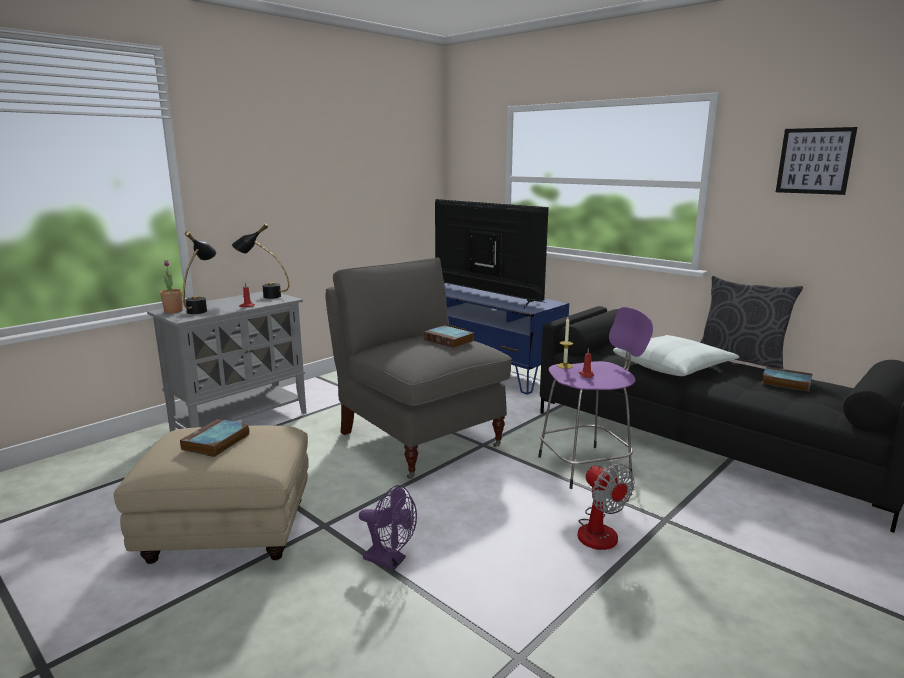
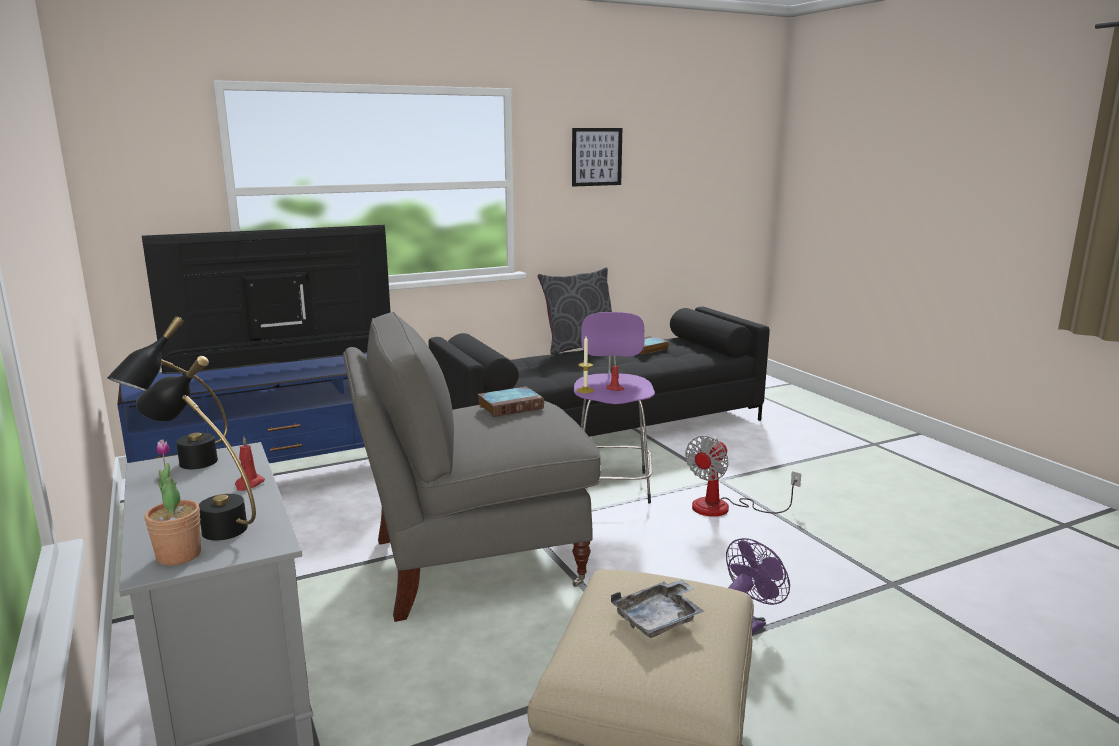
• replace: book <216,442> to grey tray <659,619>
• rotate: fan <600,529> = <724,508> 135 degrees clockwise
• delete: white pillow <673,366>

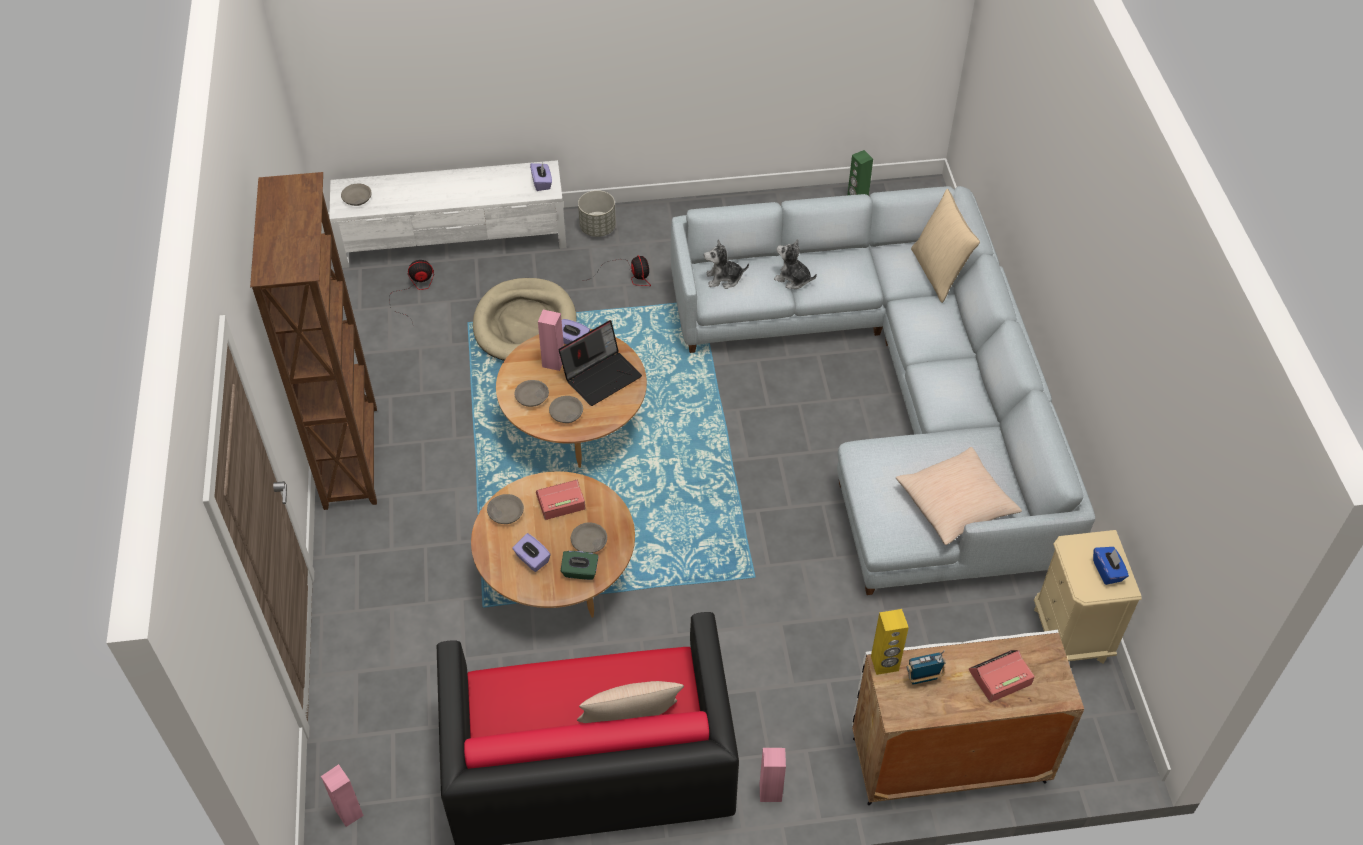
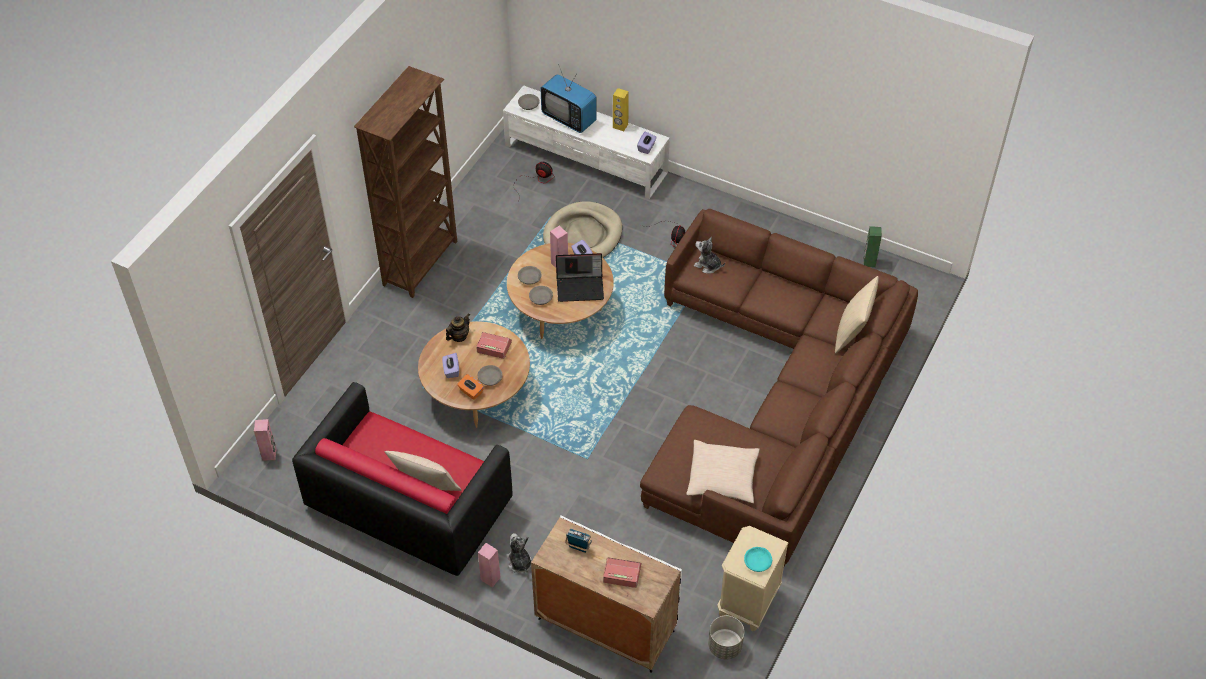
• replace: grey bowl <505,513> to teapot <459,336>
• recolor: green tissue box <580,572> to orange tissue box <471,392>
• move: grey planter <598,228> to <725,646>
• recolor: grey sofa <894,392> to brown sofa <775,398>
• move: plush toy <793,279> to <519,562>
• move: yellow speaker <884,664> to <620,126>
• replace: blue tissue box <1107,571> to turquoise bowl <758,562>
• insert: television <569,118>

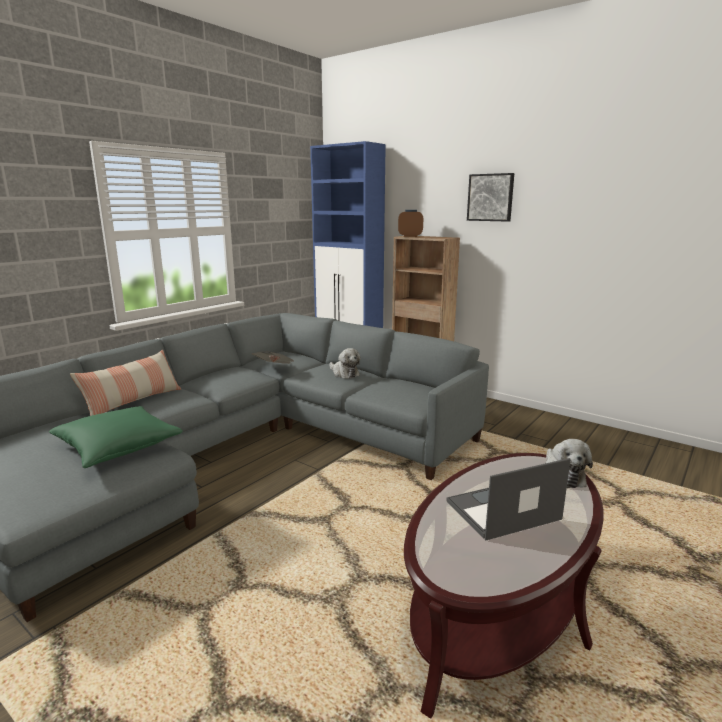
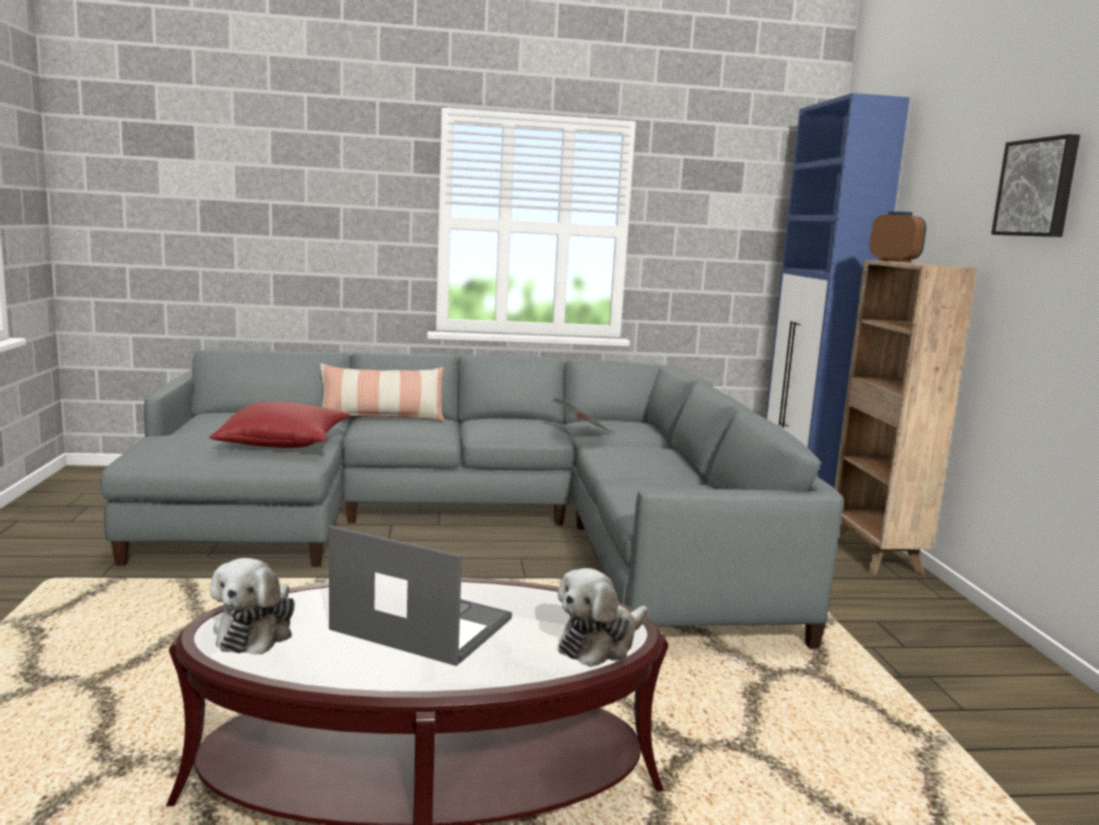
• recolor: green pillow <118,448> to red pillow <284,443>
• move: plush toy <344,373> to <257,631>

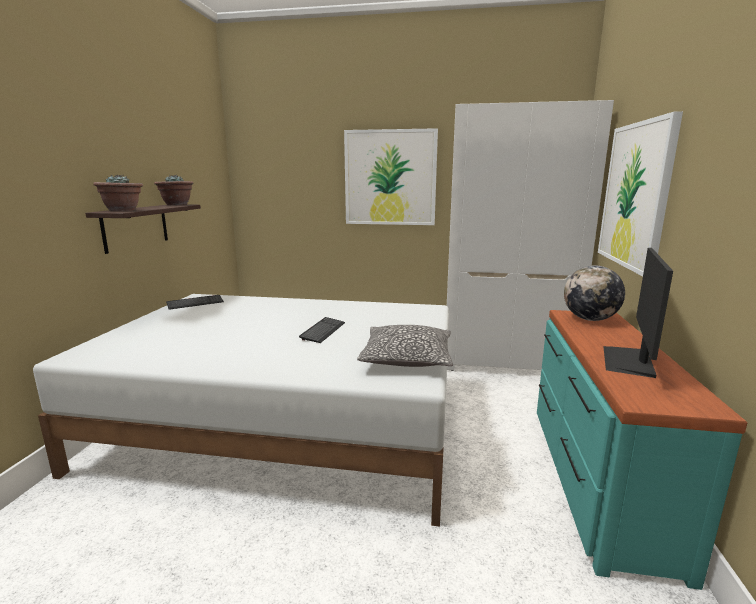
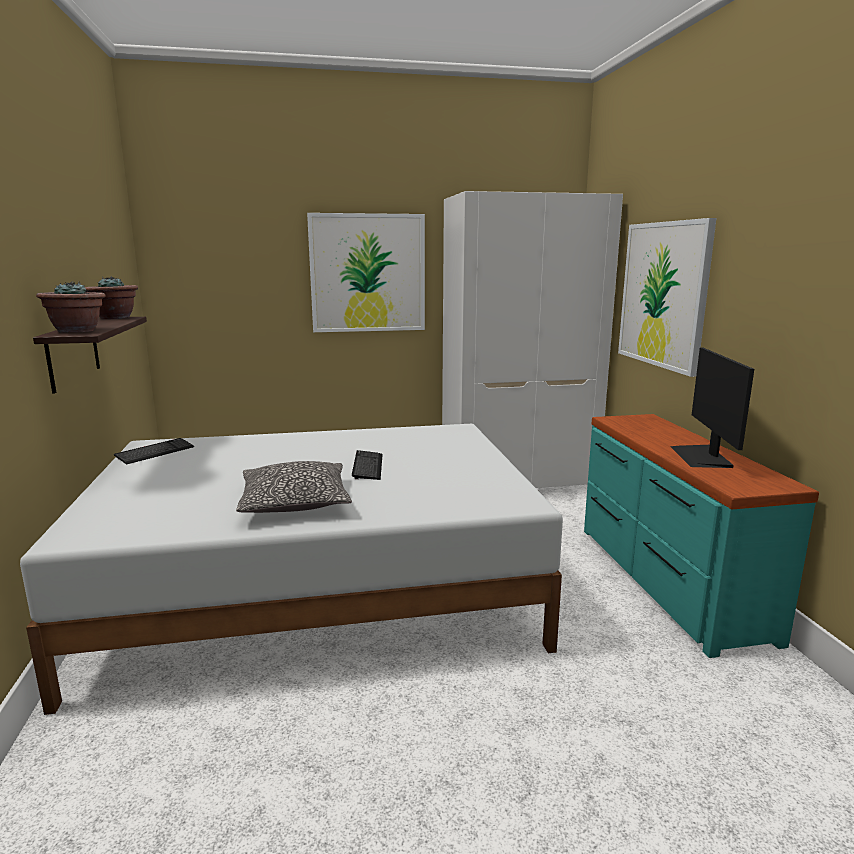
• move: pillow <407,358> to <295,502>
• delete: globe <590,319>

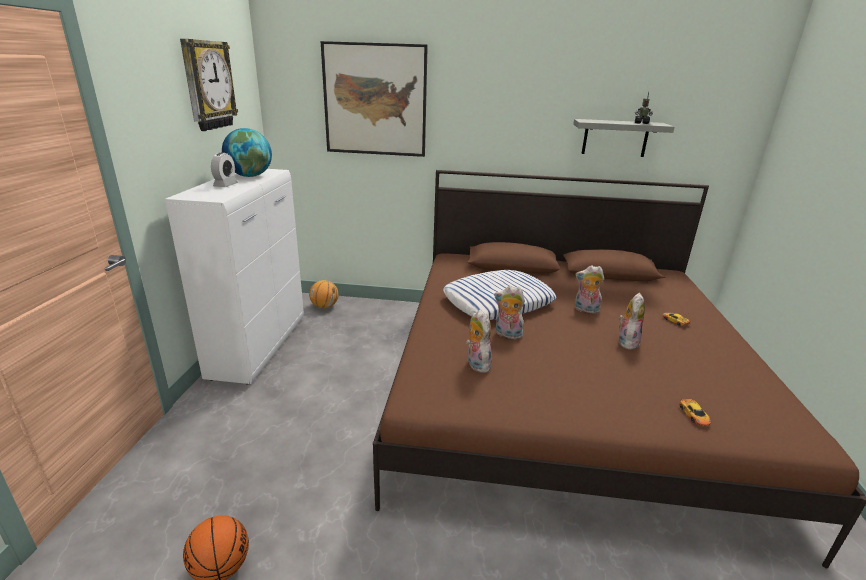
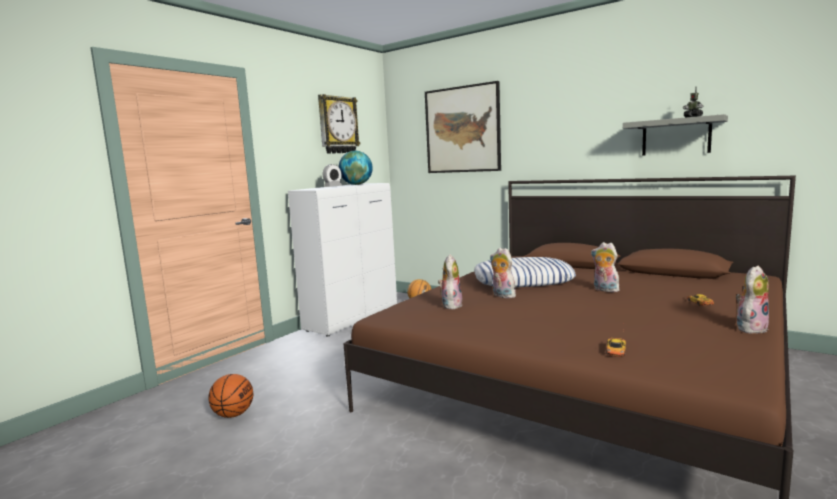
• move: plush toy <626,341> to <750,328>

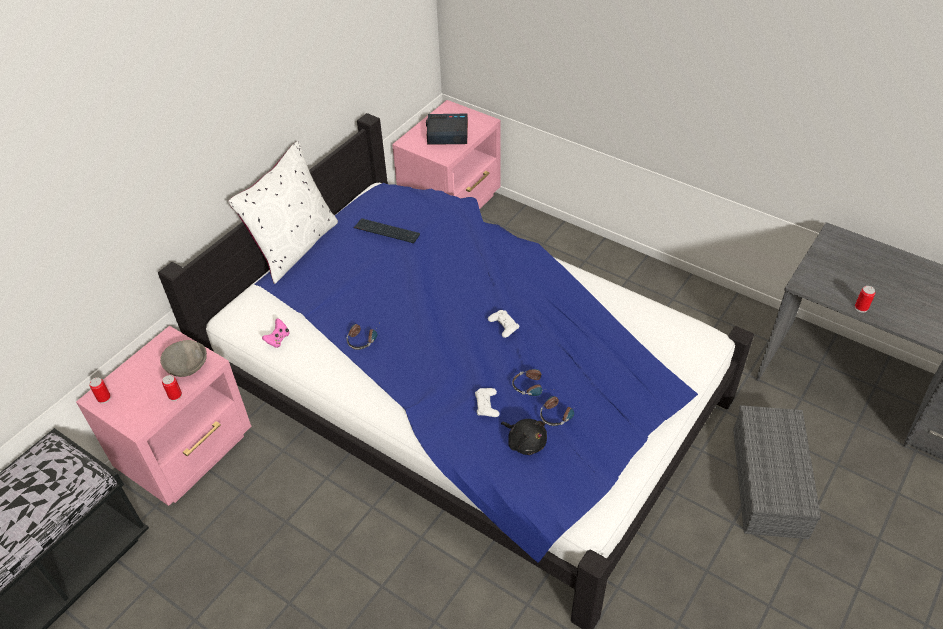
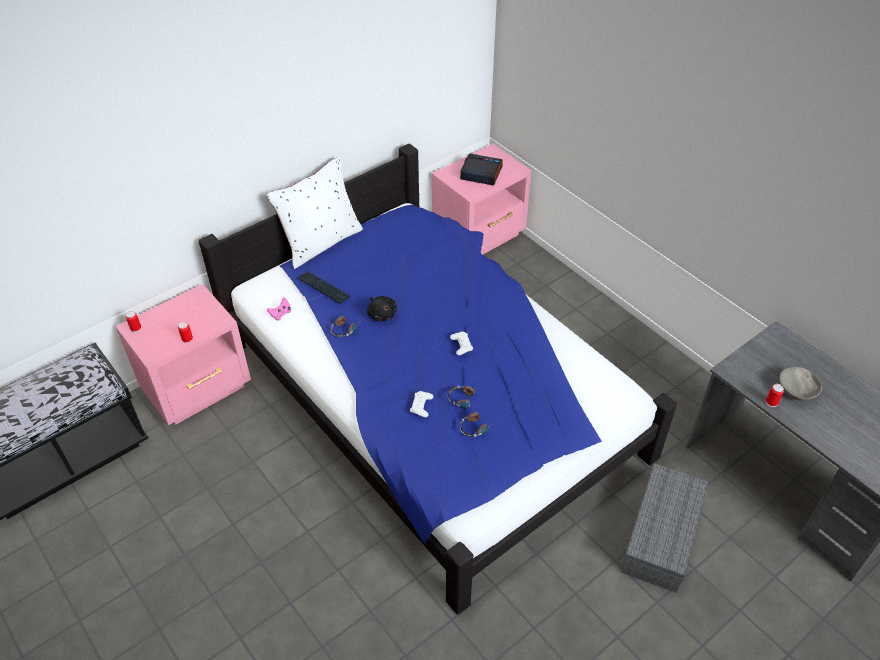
• move: grey bowl <187,366> to <795,391>
• move: keyboard <387,232> to <323,288>
• move: black plush toy <525,442> to <381,314>

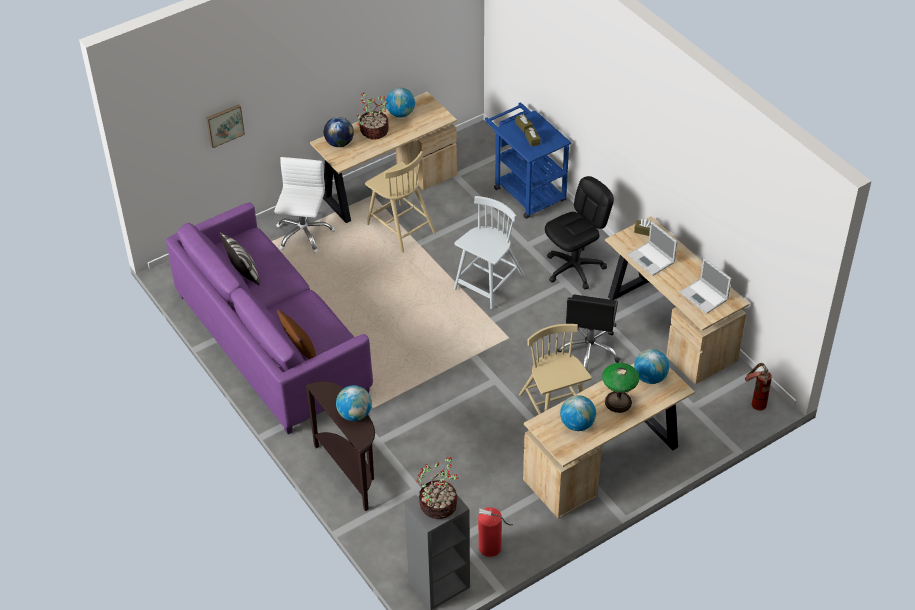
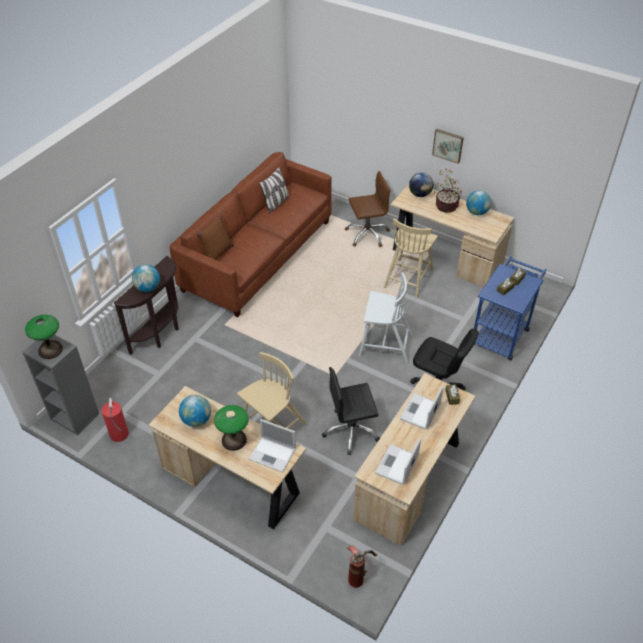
• recolor: purple sofa <271,343> to brown sofa <258,255>
• move: picture <224,125> to <448,145>
• recolor: white office chair <303,234> to brown office chair <367,234>
• replace: potted plant <439,505> to table lamp <50,350>
• replace: globe <650,378> to laptop <273,454>

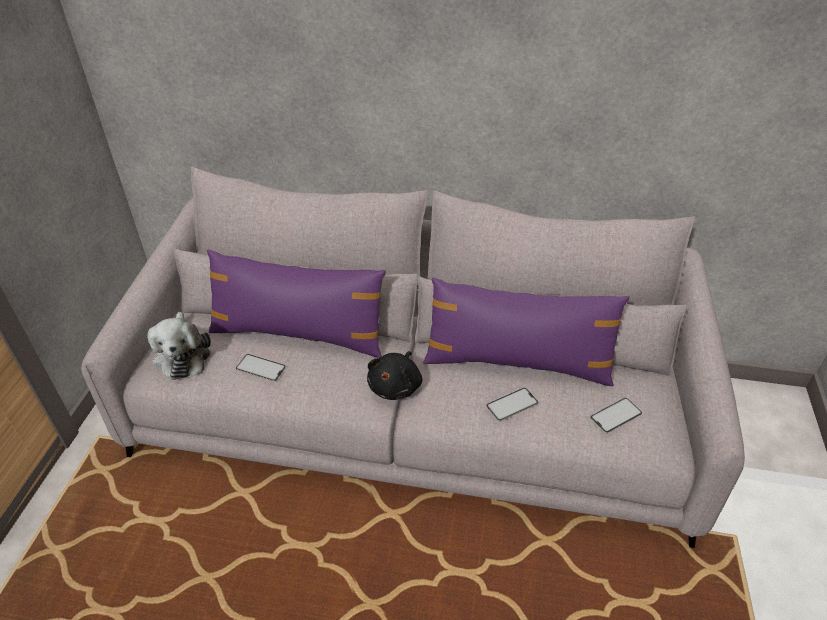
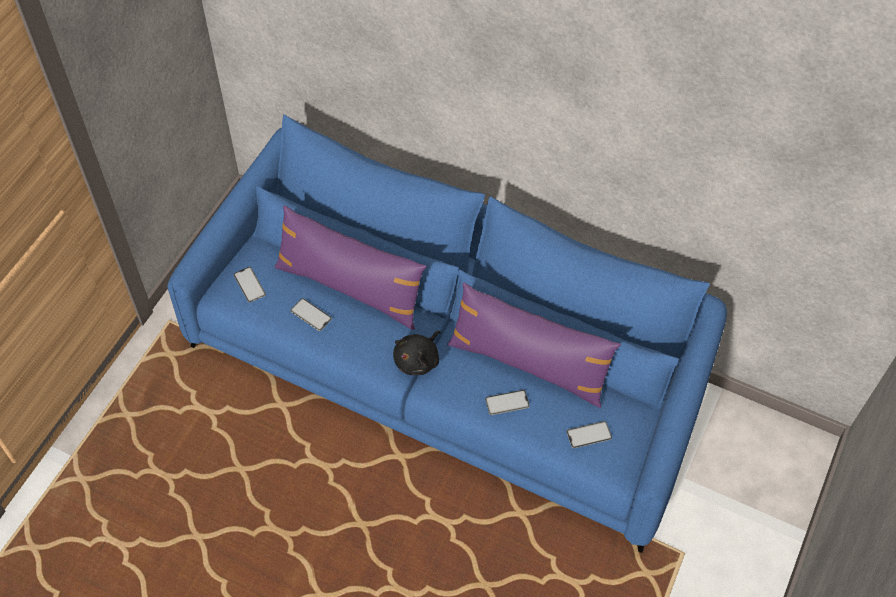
• recolor: grey sofa <414,417> to blue sofa <447,371>
• replace: plush toy <182,354> to phone <249,284>

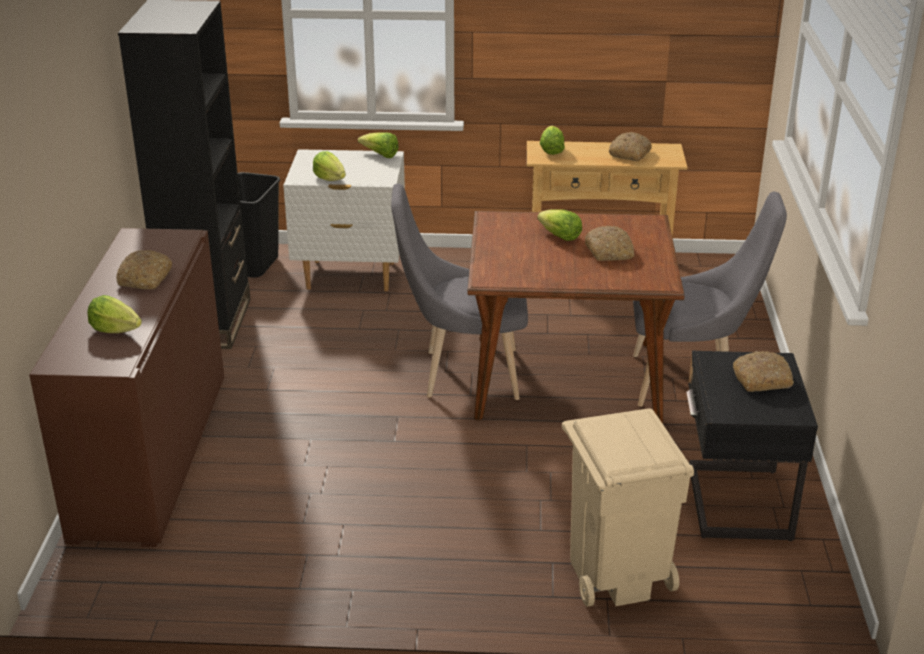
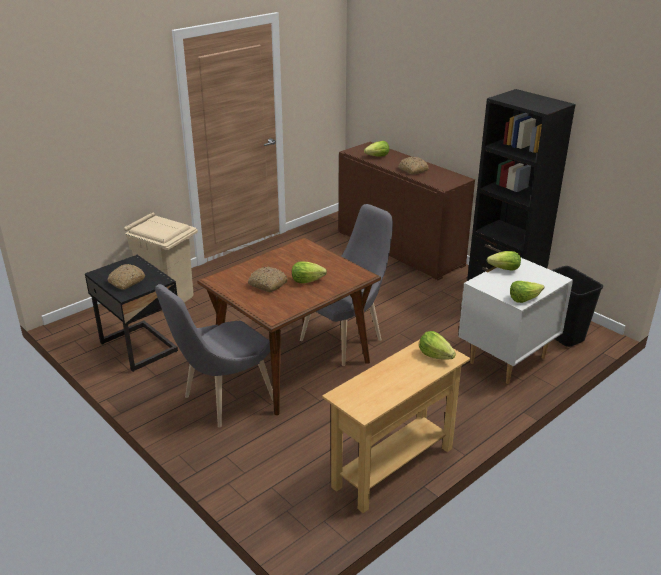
• delete: bread <629,153>

